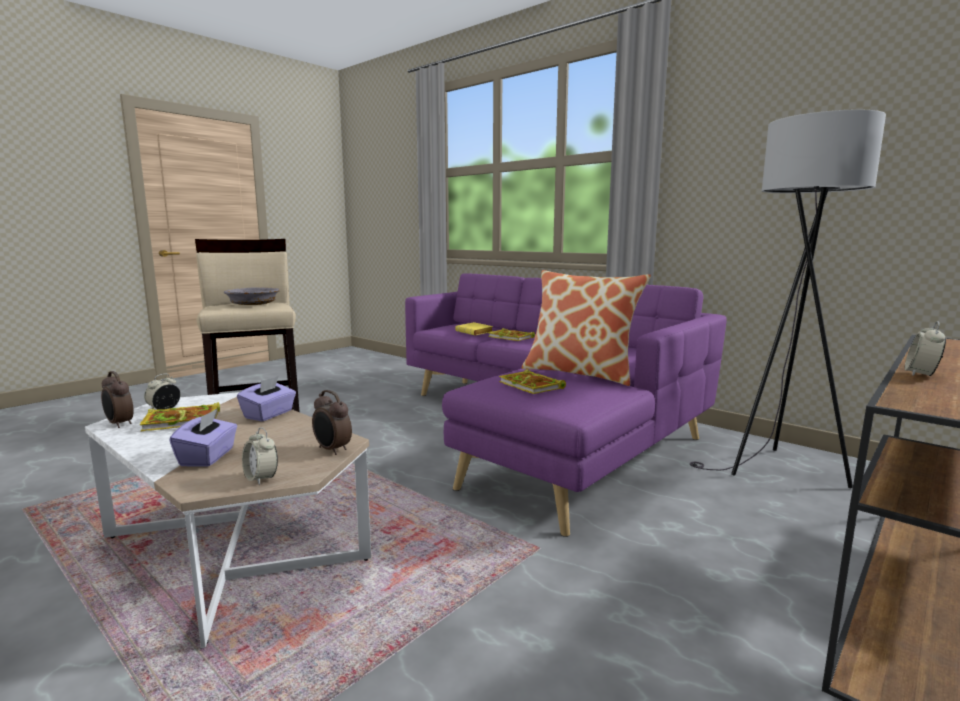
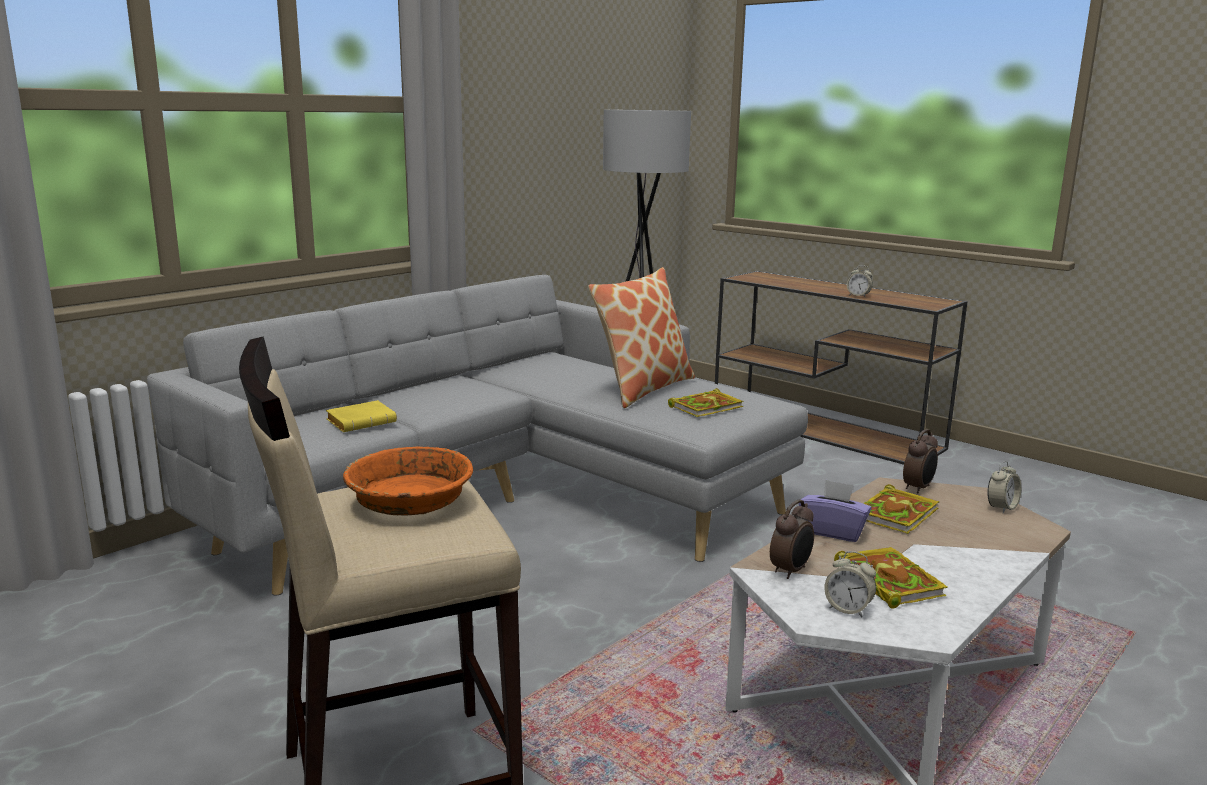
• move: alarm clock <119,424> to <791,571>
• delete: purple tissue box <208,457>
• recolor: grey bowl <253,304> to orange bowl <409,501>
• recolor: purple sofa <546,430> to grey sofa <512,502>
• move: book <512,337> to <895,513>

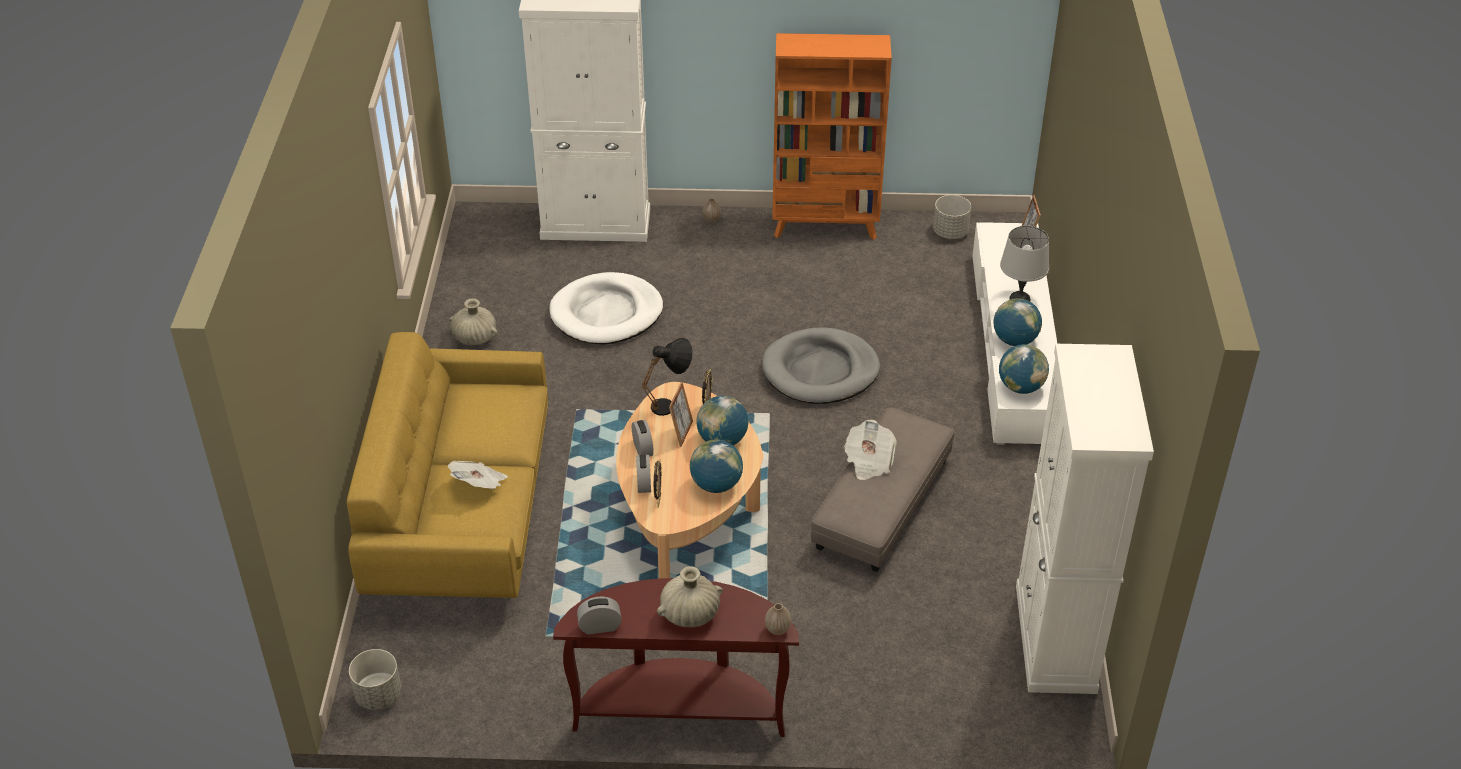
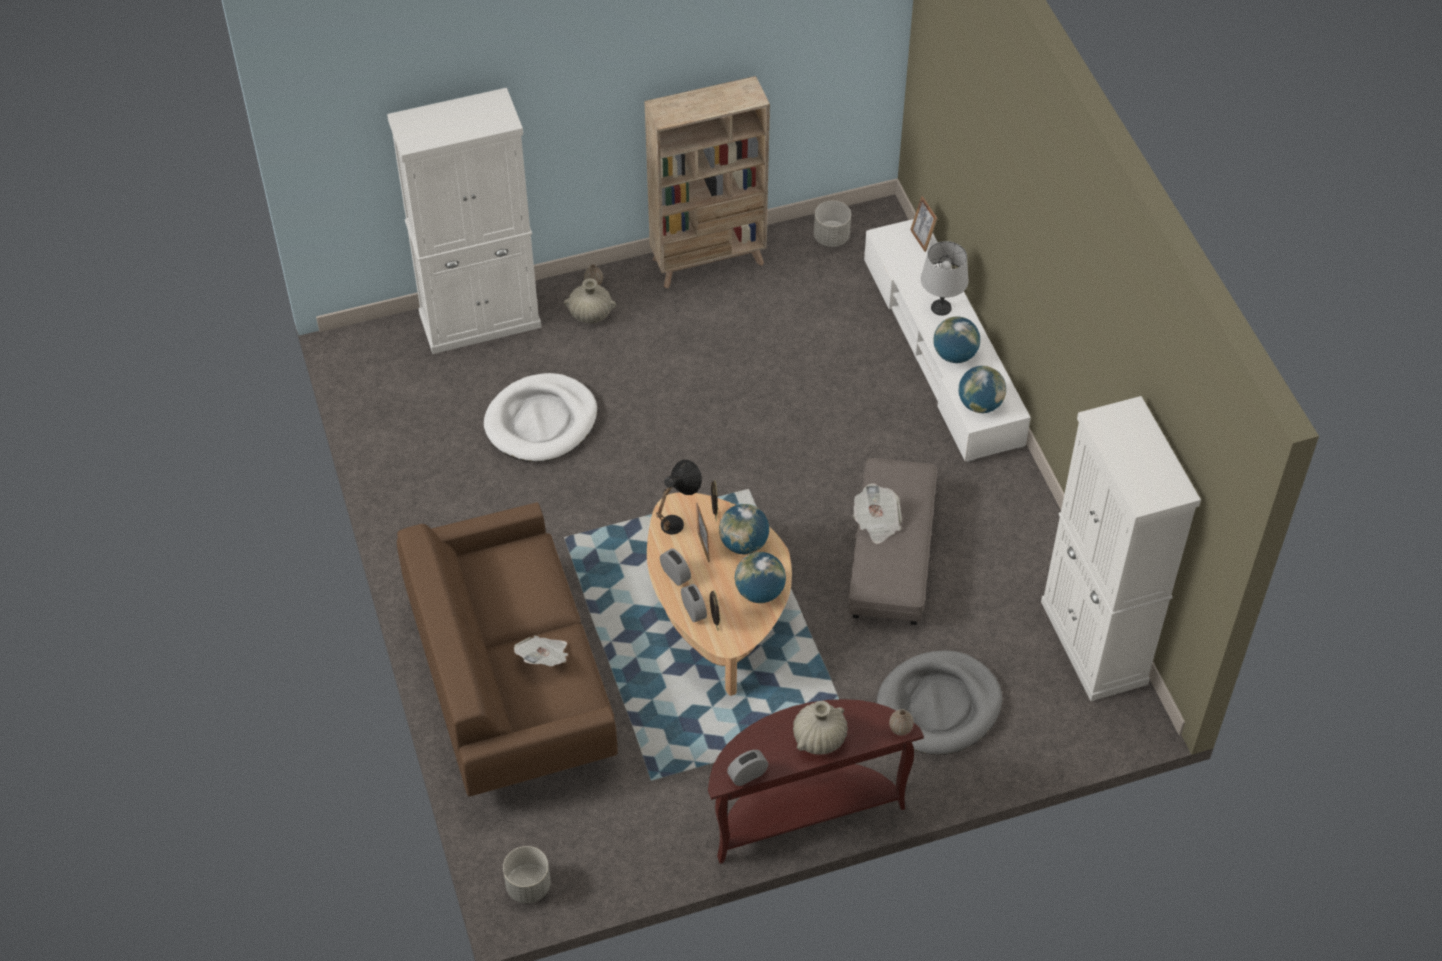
• recolor: yellow sofa <462,513> to brown sofa <510,680>
• move: beige vase <475,337> to <590,313>
• move: grey dog bed <820,370> to <939,706>
• recolor: orange bookcase <825,225> to beige bookcase <709,261>

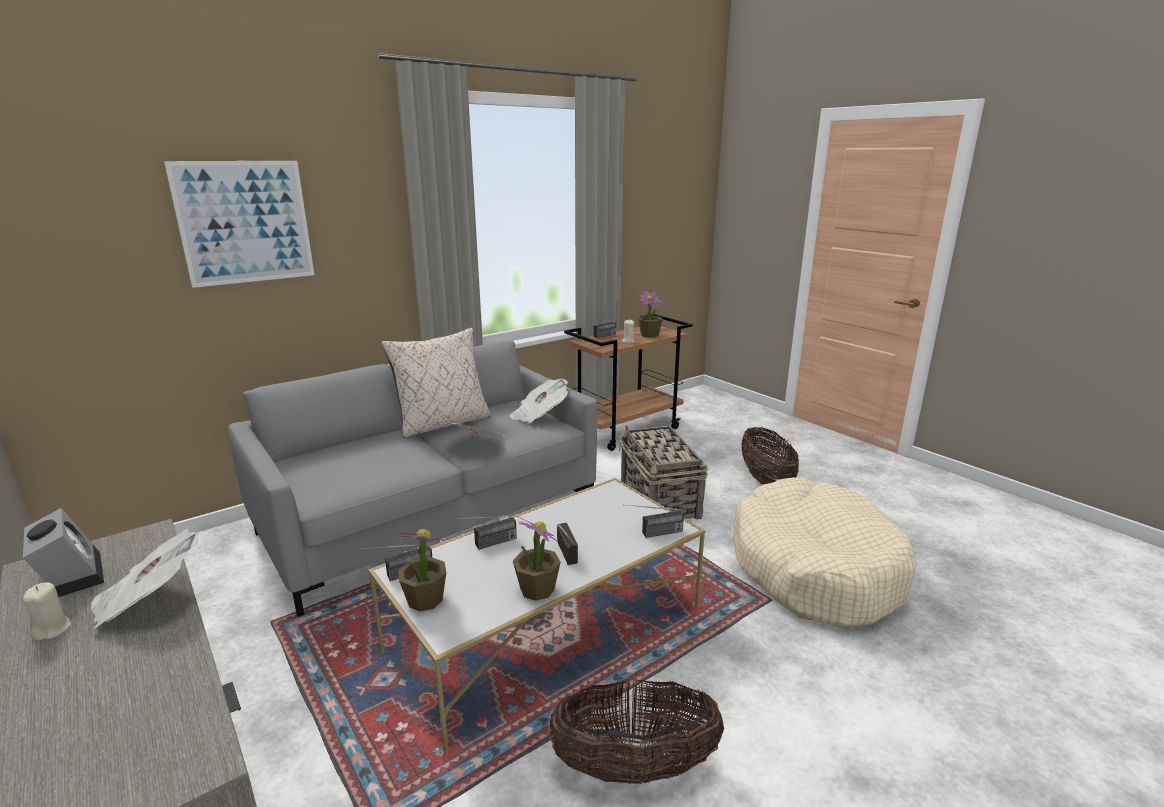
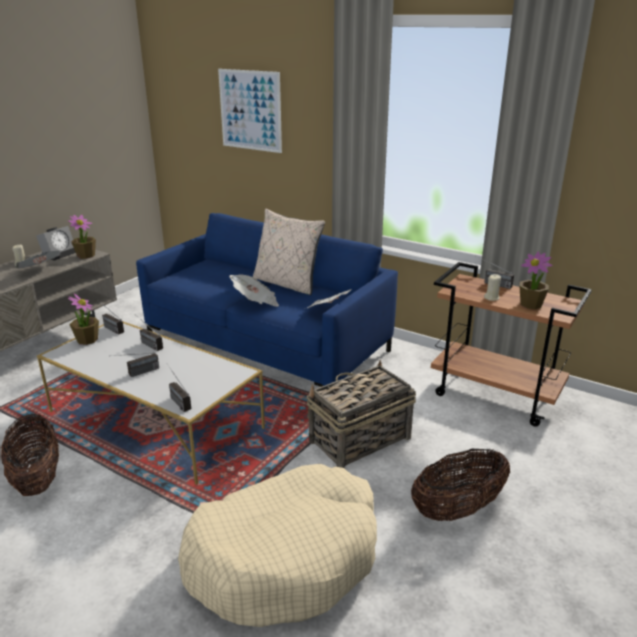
• recolor: grey sofa <432,517> to blue sofa <267,345>
• move: potted plant <537,589> to <86,255>

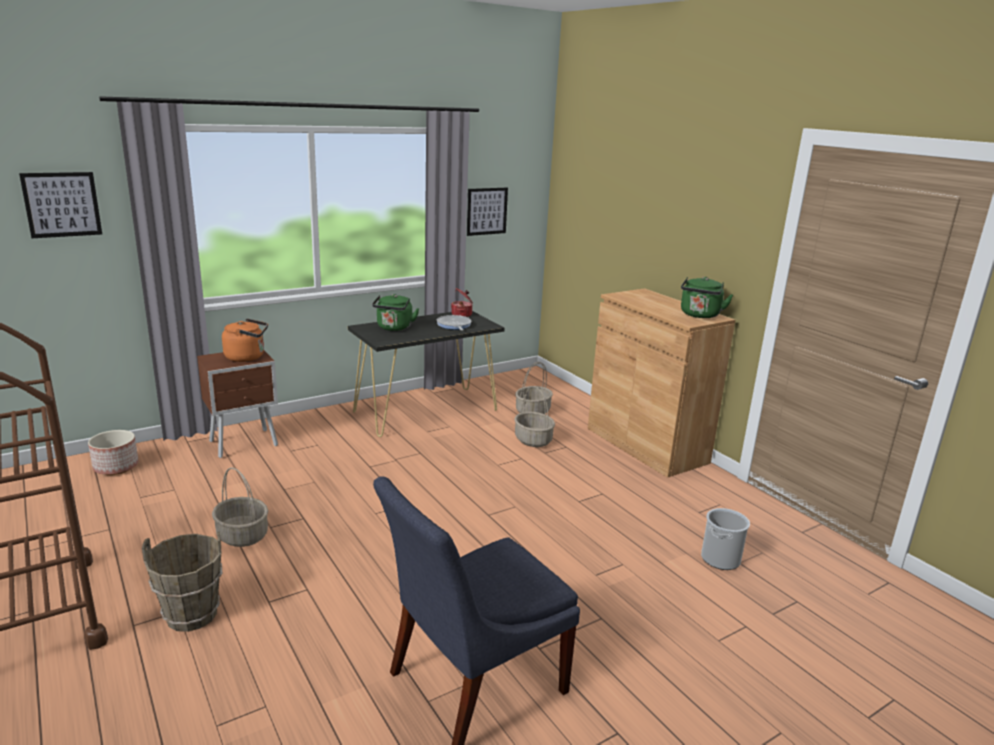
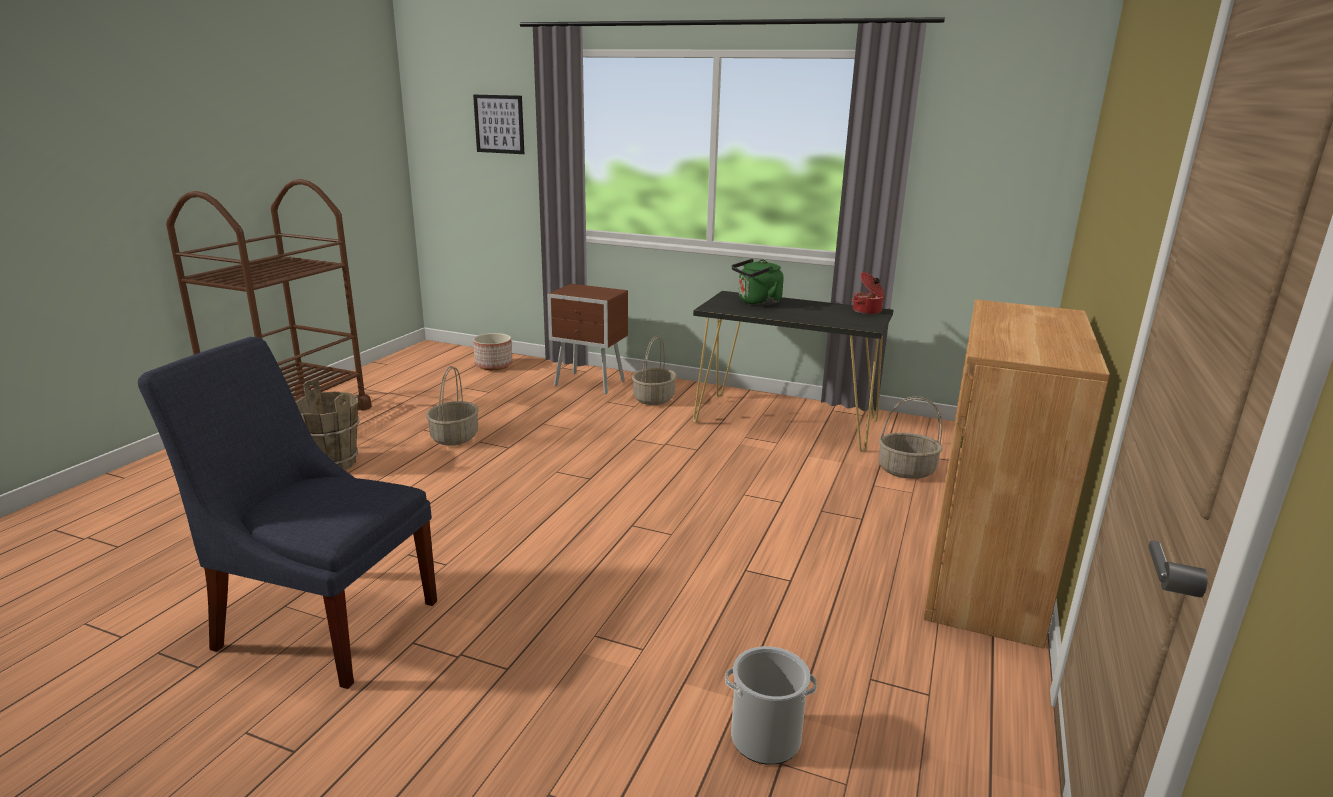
• delete: orange kettle <247,357>
• delete: frying pan <454,325>
• delete: picture <486,211>
• move: basket <532,440> to <653,398>
• delete: green kettle <700,315>

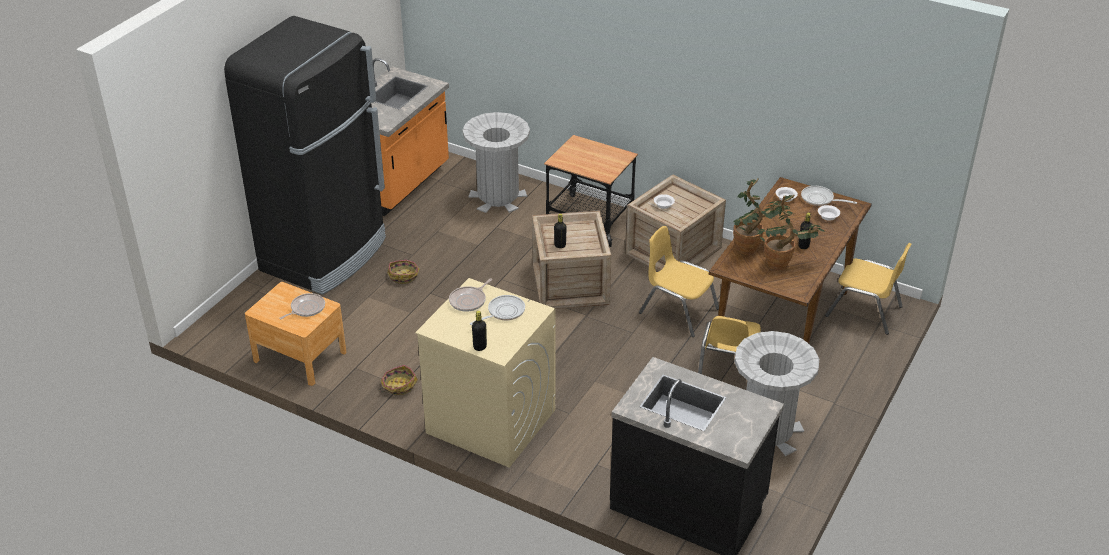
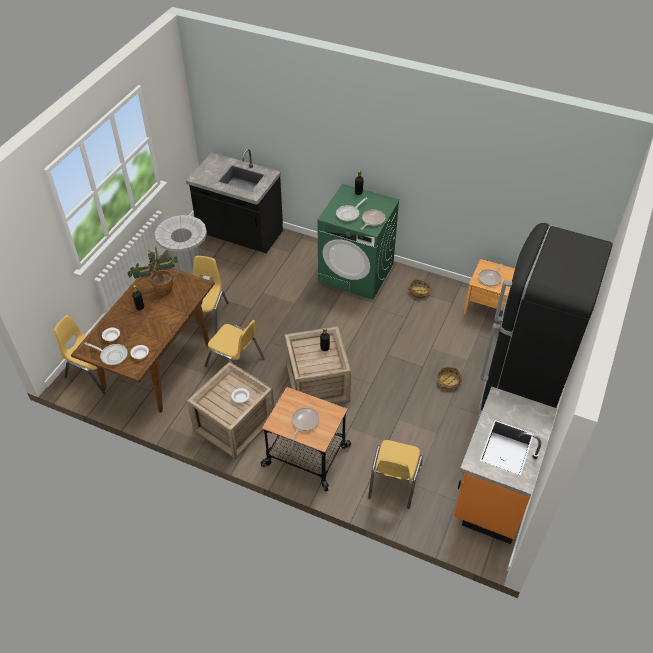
• recolor: beige washing machine <490,421> to green washing machine <356,273>
• replace: grey trash can <498,197> to yellow chair <394,481>
• delete: potted plant <751,248>
• insert: frying pan <304,422>

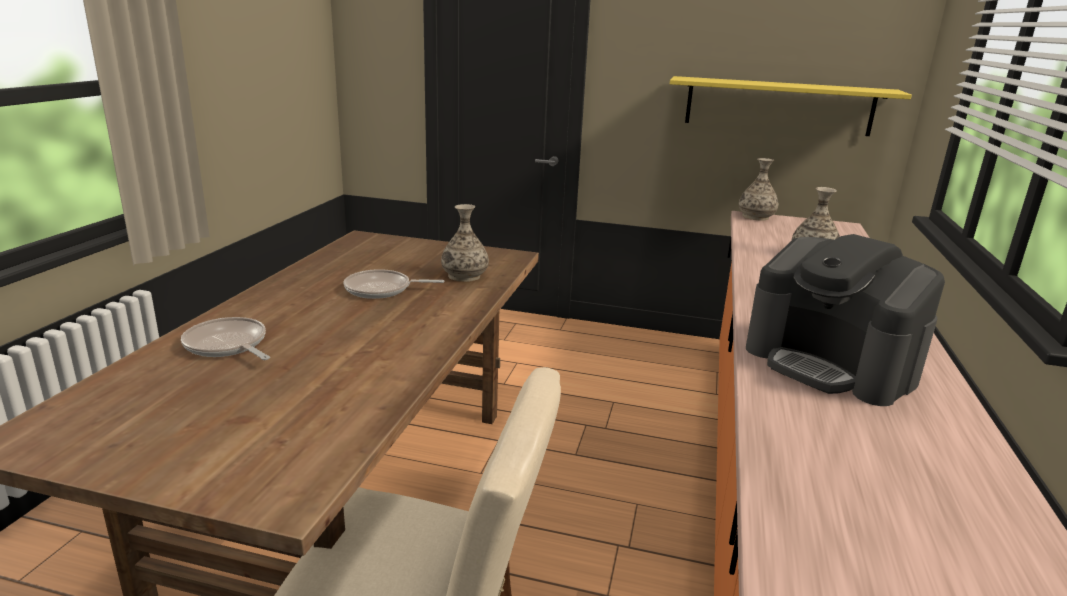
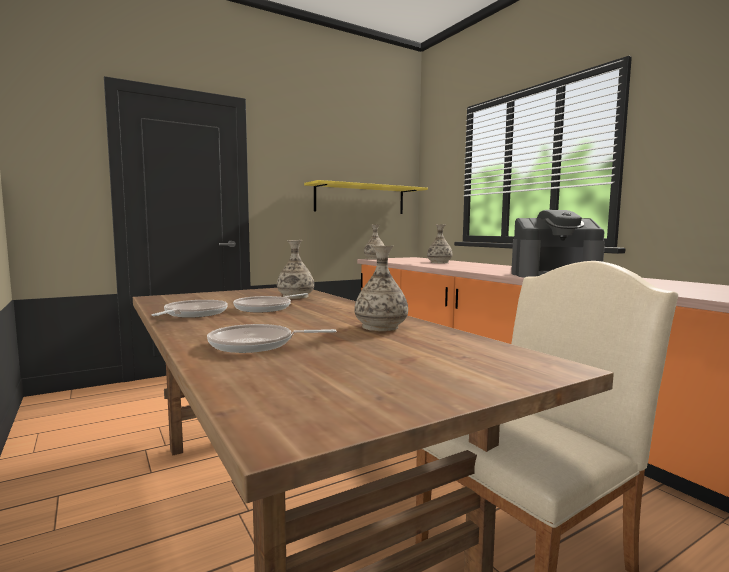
• insert: frying pan <193,314>
• insert: vase <380,327>

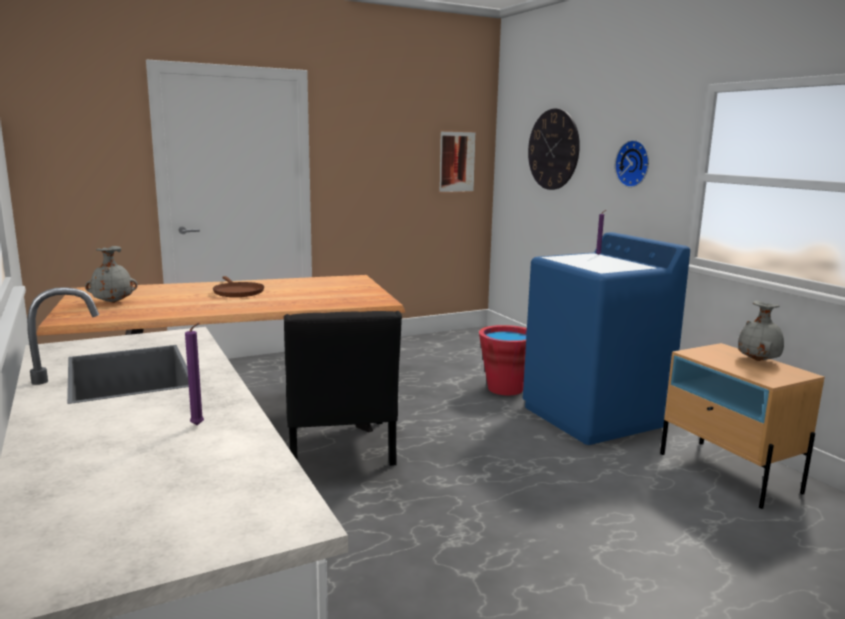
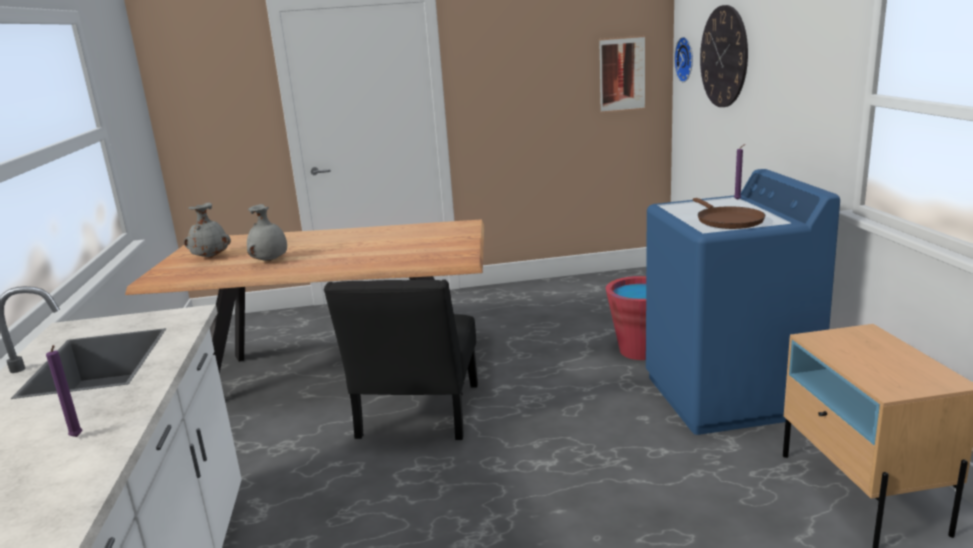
• move: brown frying pan <237,292> to <727,220>
• move: wall clock <634,163> to <686,59>
• move: grey vase <759,360> to <270,261>

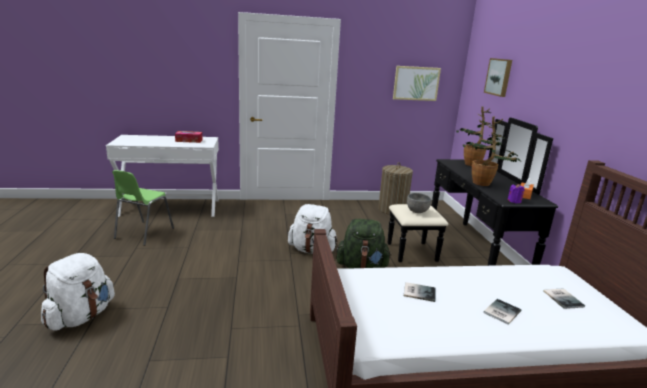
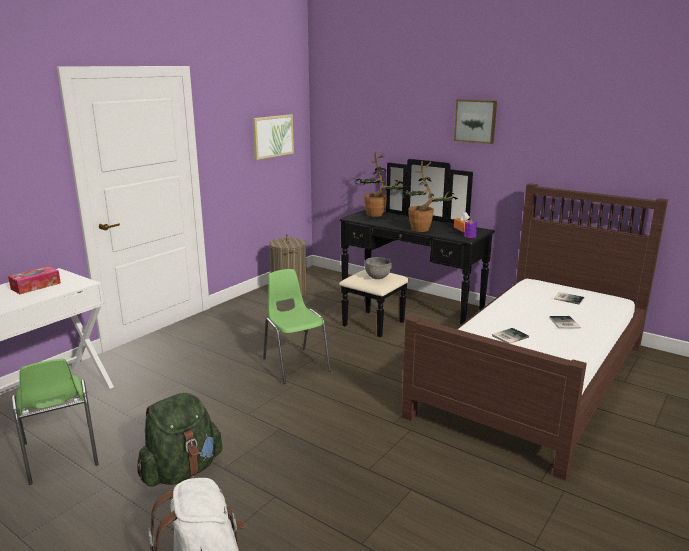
• replace: white backpack <312,250> to green chair <295,365>
• move: green backpack <361,267> to <182,471>
• move: picture <499,77> to <476,121>

